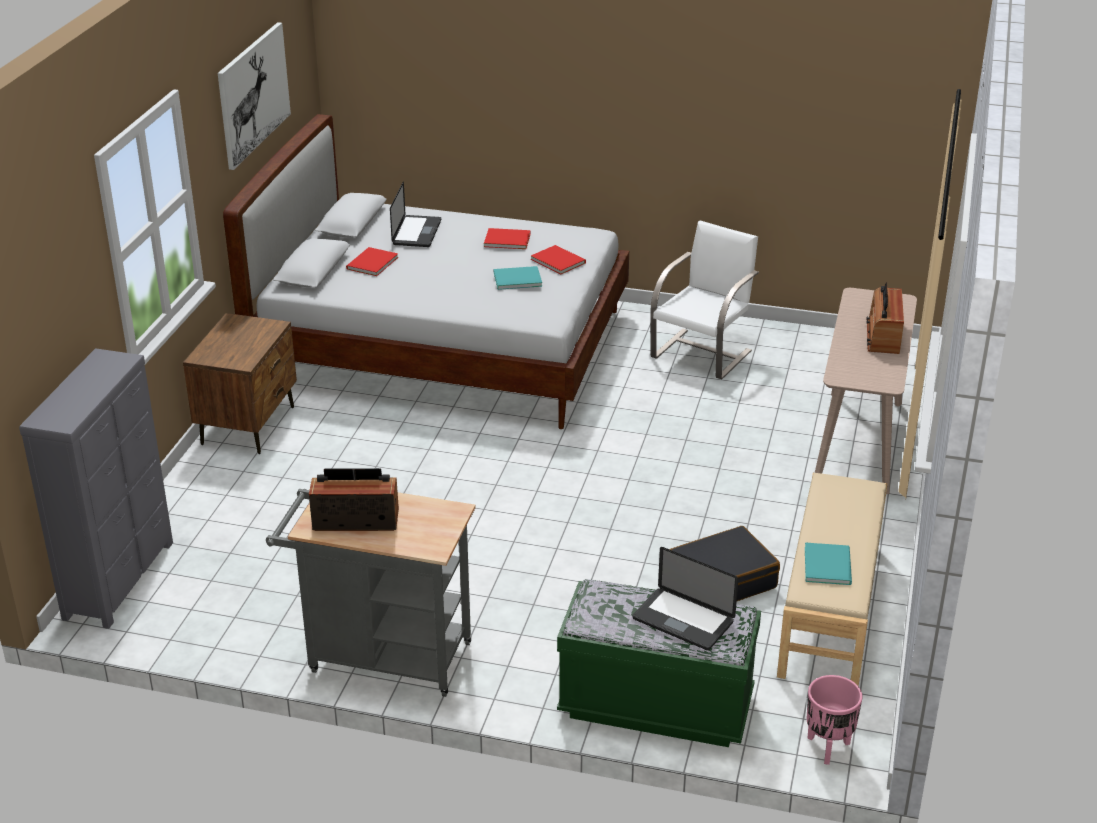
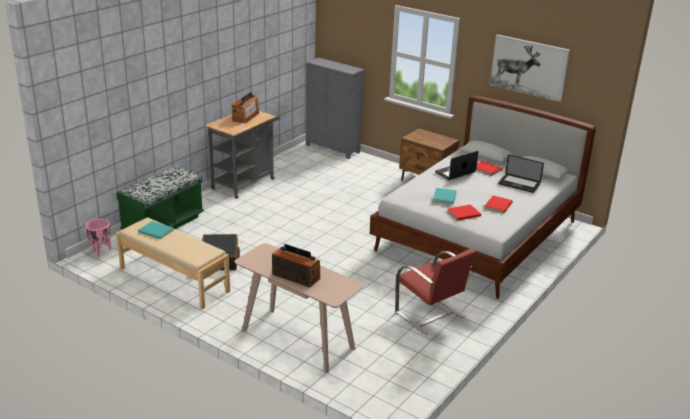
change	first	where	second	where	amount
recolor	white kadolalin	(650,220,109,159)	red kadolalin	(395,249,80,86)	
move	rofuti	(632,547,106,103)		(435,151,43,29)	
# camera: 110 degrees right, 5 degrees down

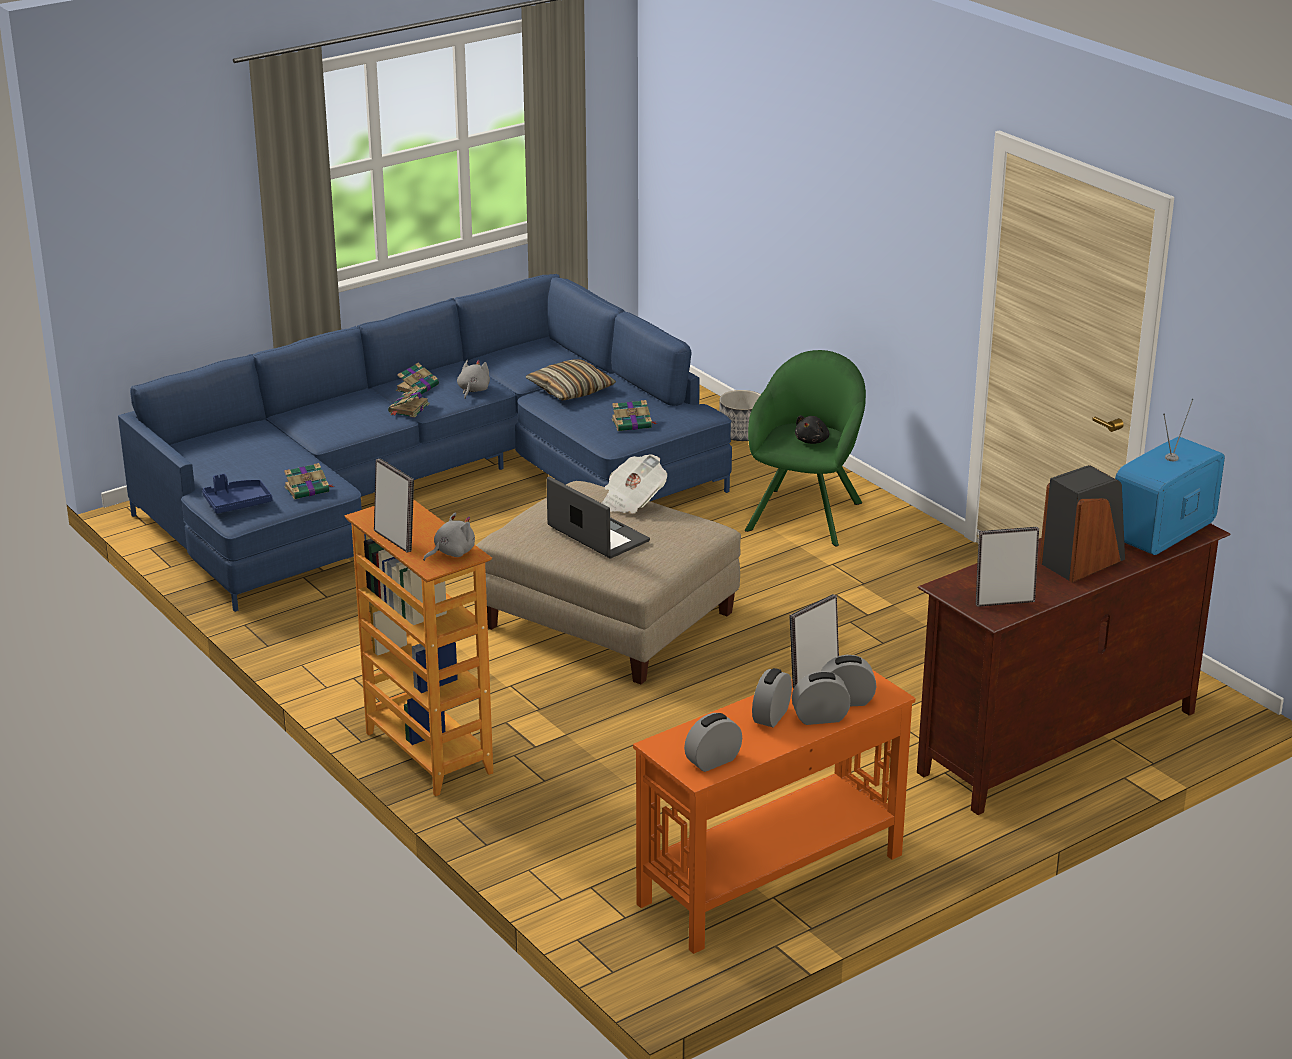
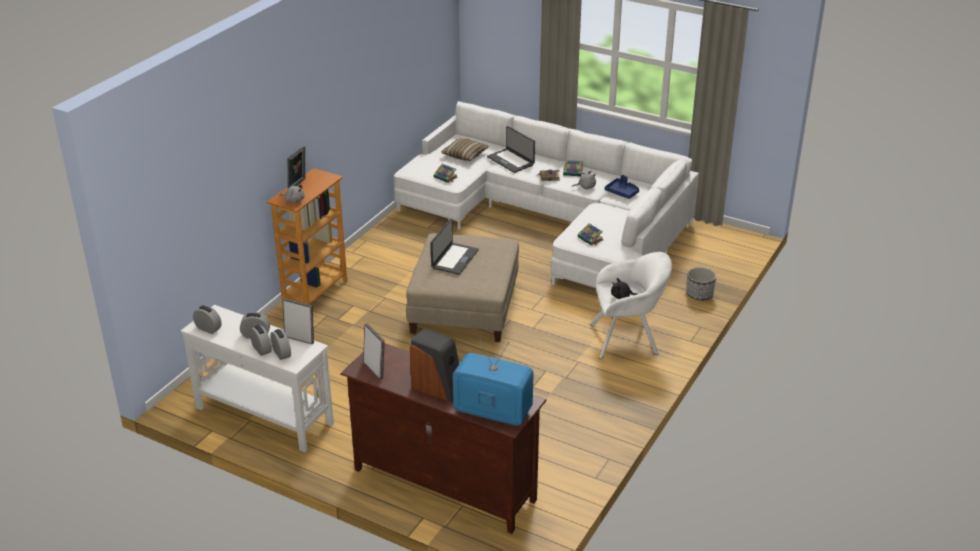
change	first	where	second	where	amount
recolor	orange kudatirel	(633,670,282,284)	white kudatirel	(181,305,153,147)	
recolor	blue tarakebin	(118,274,614,338)	white tarakebin	(394,101,305,187)	
move	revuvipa	(526,359,90,41)		(441,138,48,23)	
insert			rofuti	(487,126,48,47)	
recolor	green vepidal	(745,350,121,196)	white vepidal	(589,252,83,107)	
move	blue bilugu	(202,474,70,39)		(605,175,34,24)	
delete	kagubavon	(601,454,66,60)			
# camera: 65 degrees right, 5 degrees up

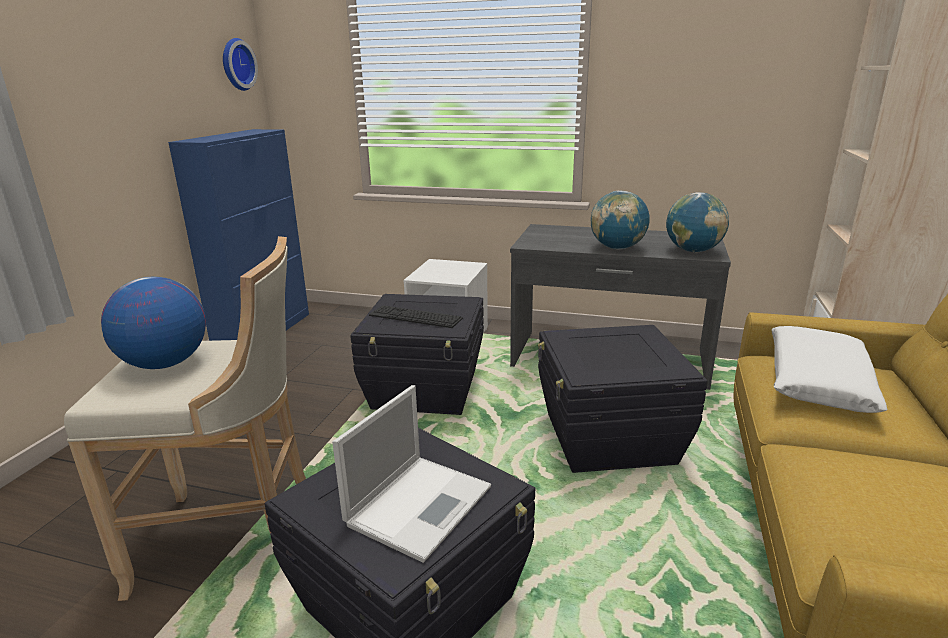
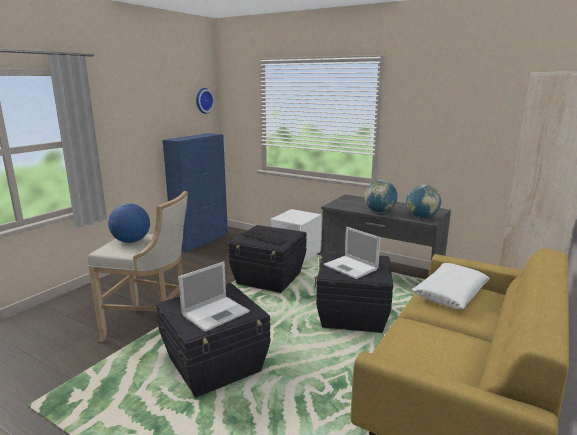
change	first	where	second	where	amount
insert			rofuti	(324,227,56,52)	
# camera: 15 degrees right, 5 degrees down

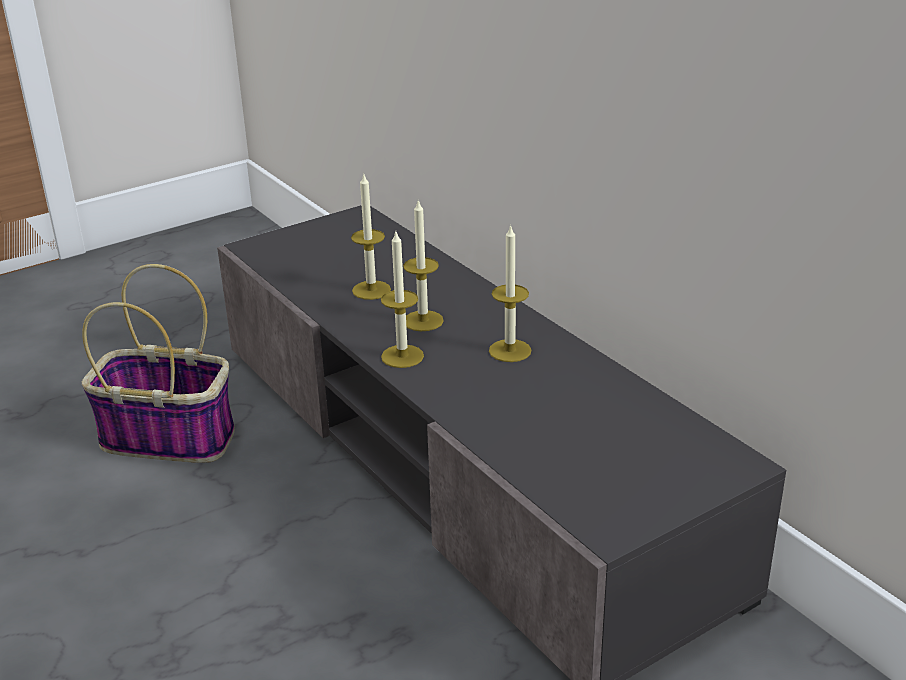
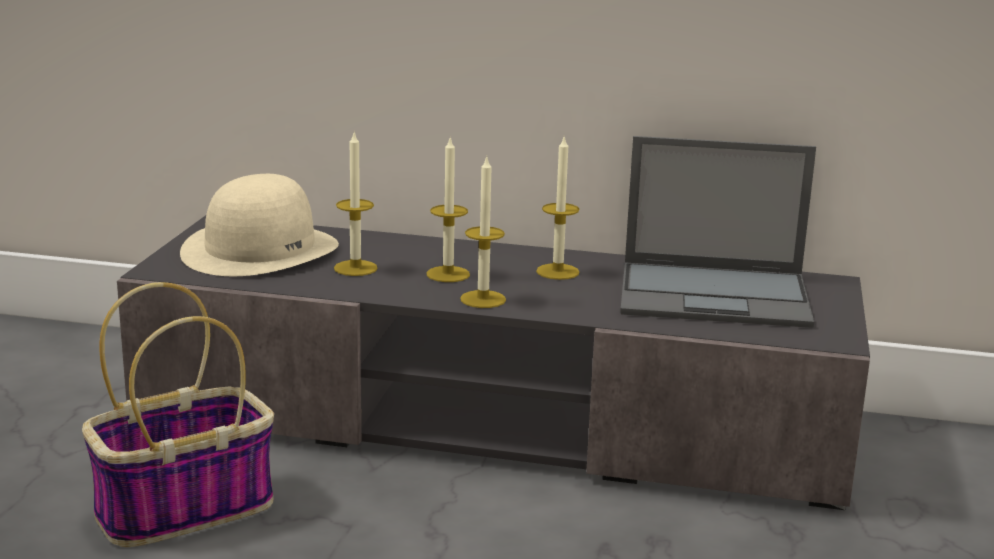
change	first	where	second	where	amount
insert			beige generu	(180,174,159,102)	
insert			rofuti	(620,136,196,192)	
# camera: 45 degrees left, 10 degrees down

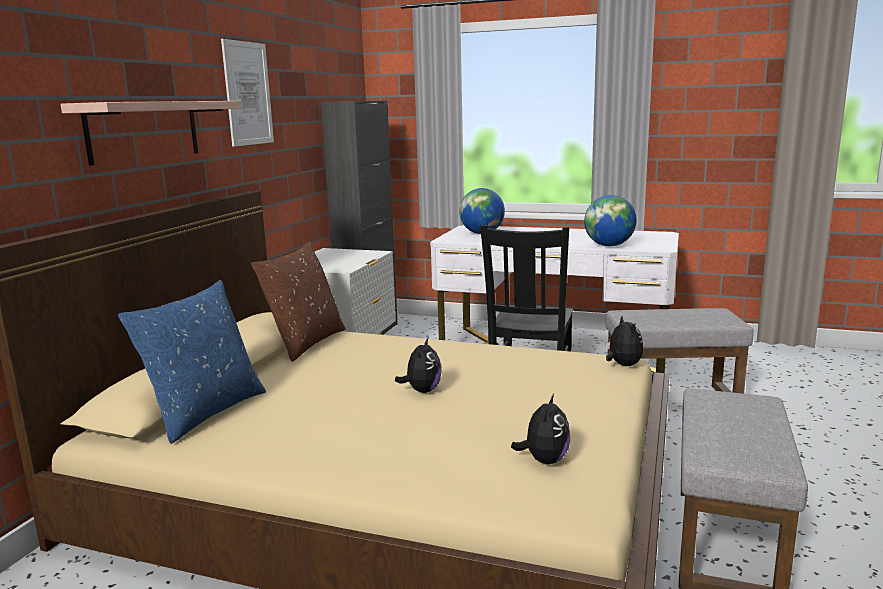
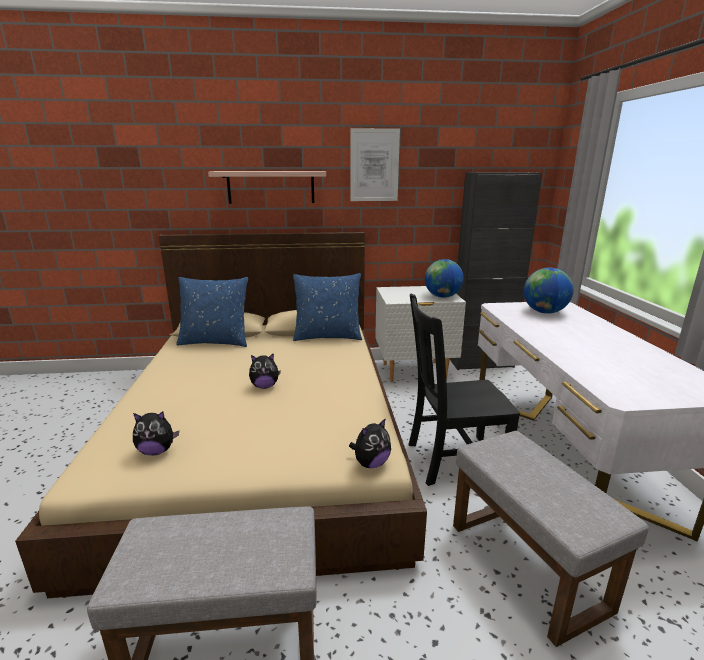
change	first	where	second	where	amount
recolor	brown revuvipa	(251,242,95,120)	blue revuvipa	(293,273,69,68)	
move	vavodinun	(584,195,53,51)		(425,259,39,39)	
# camera: 65 degrees right, 5 degrees up

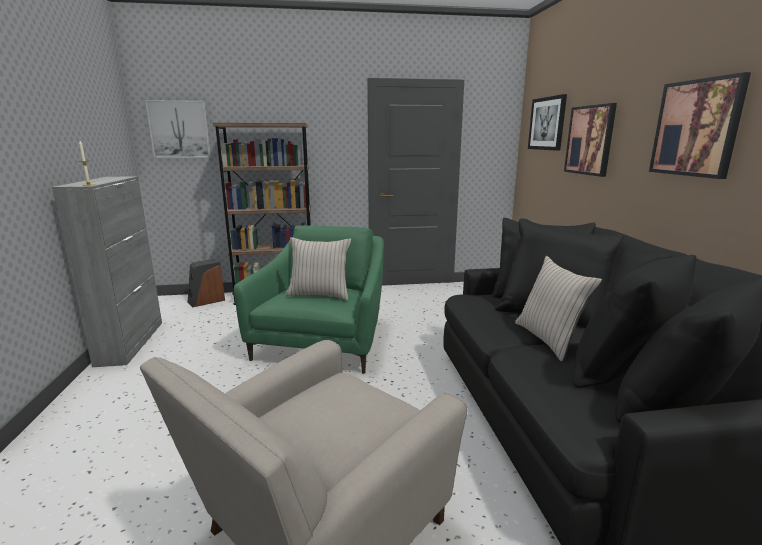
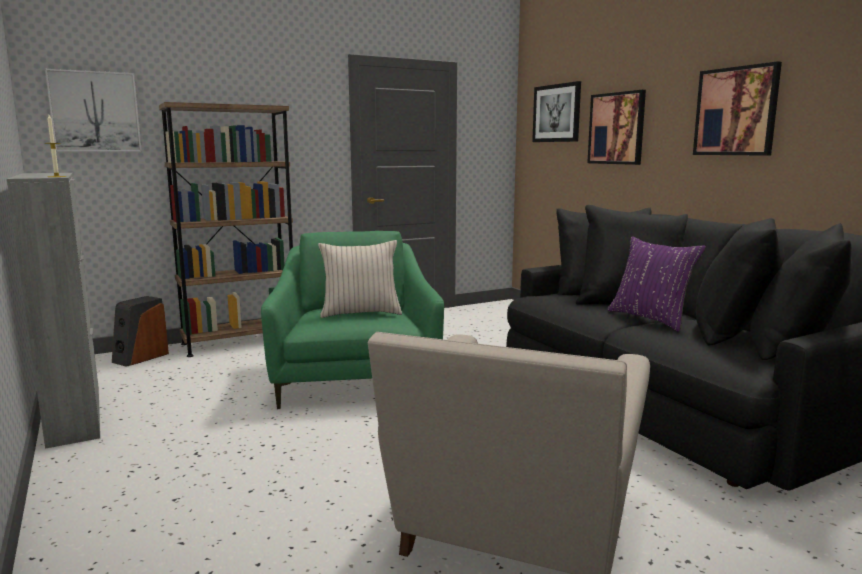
change	first	where	second	where	amount
recolor	beige revuvipa	(515,256,87,105)	purple revuvipa	(608,236,98,96)	
# camera: 20 degrees left, 5 degrees down

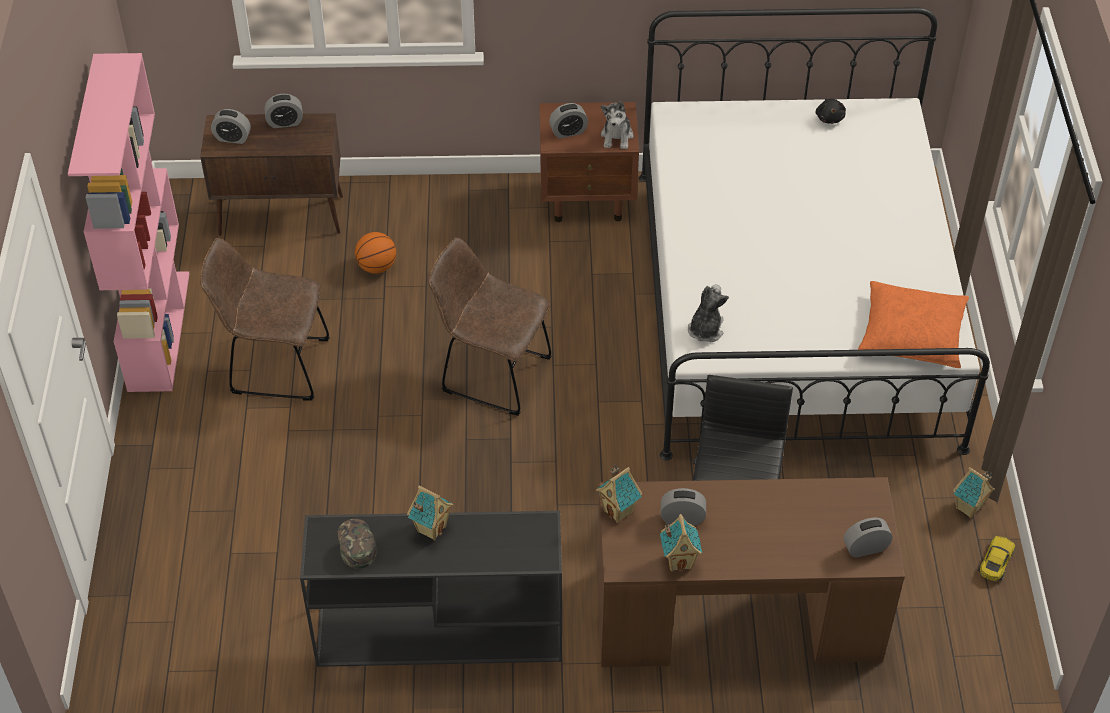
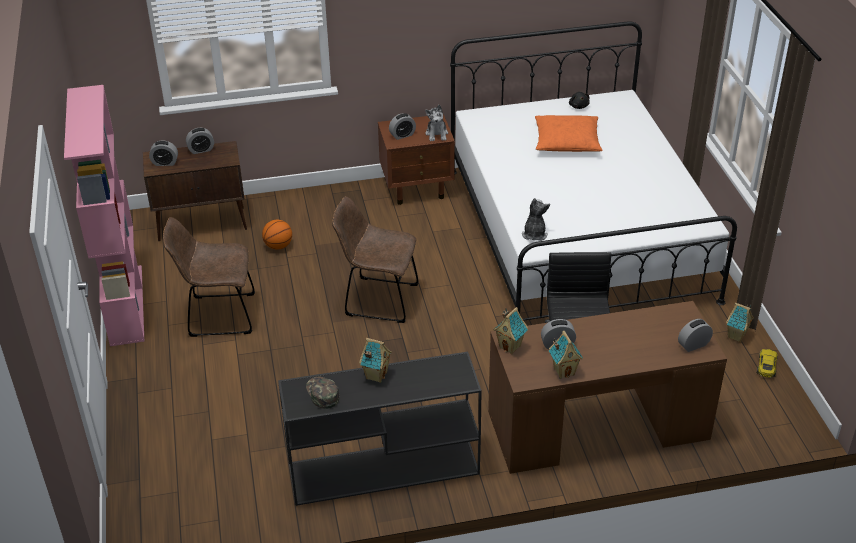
change	first	where	second	where	amount
move	orange revuvipa	(858,281,111,87)		(535,115,68,37)	
# camera: 10 degrees left, 10 degrees down

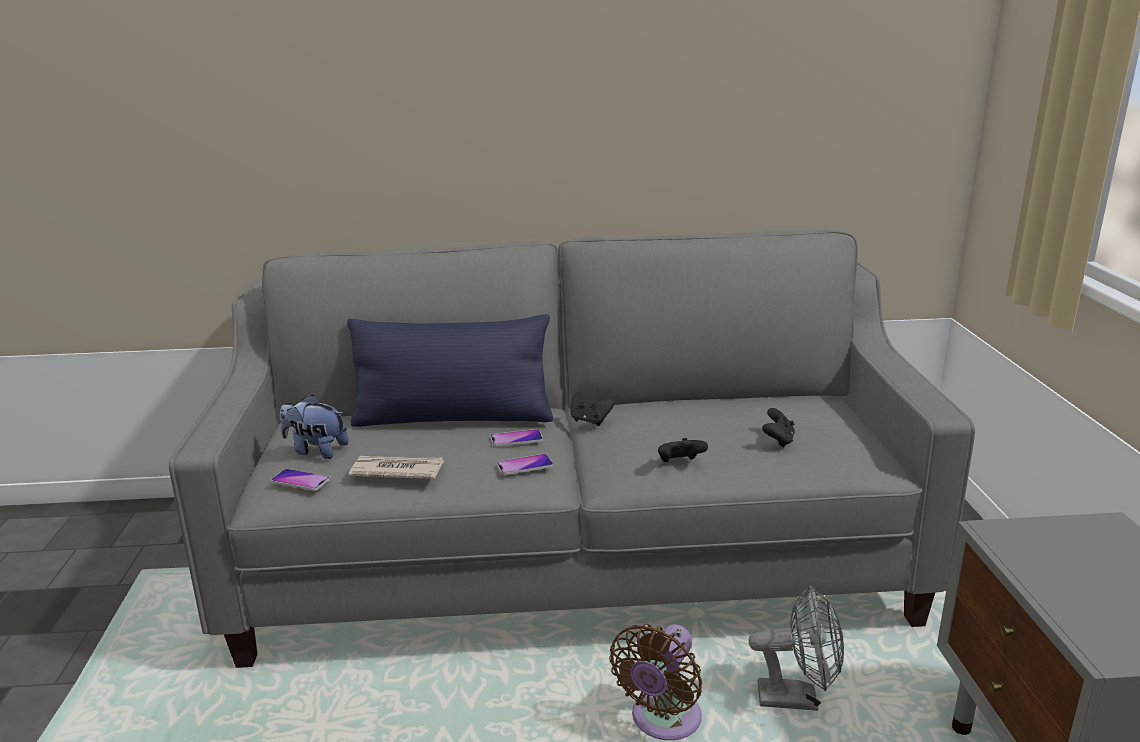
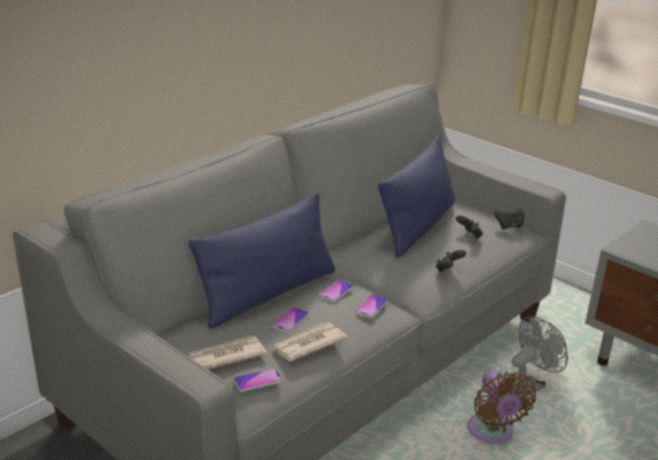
change	first	where	second	where	amount
replace	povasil	(280,395,69,64)	kagubavon	(188,335,79,34)	
insert			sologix	(272,307,37,26)	
insert			blue revuvipa	(378,136,77,122)	
move	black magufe	(571,392,43,34)		(494,208,30,22)	
# camera: 45 degrees left, 5 degrees up

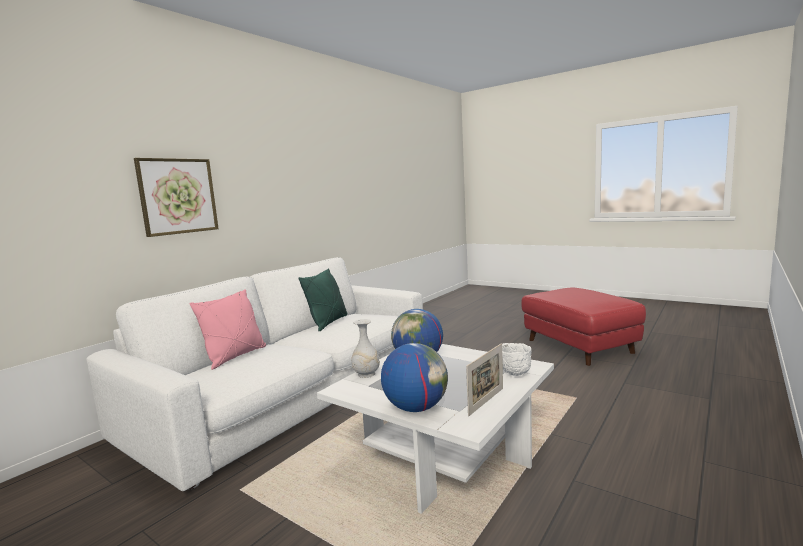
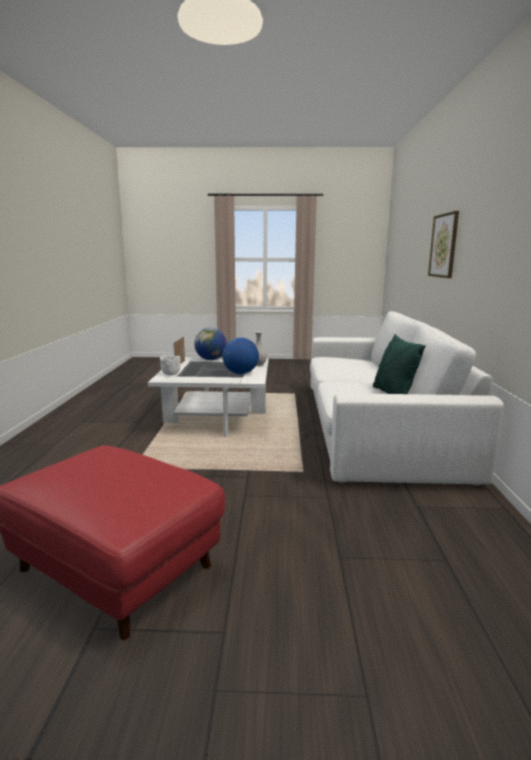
change	first	where	second	where	amount
delete	pink revuvipa	(190,289,76,81)			
# camera: 145 degrees right, 5 degrees up

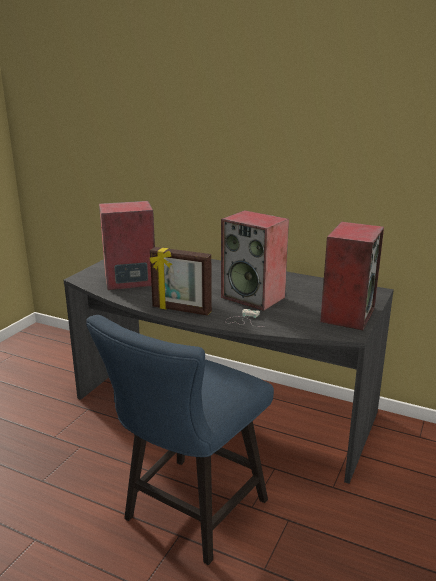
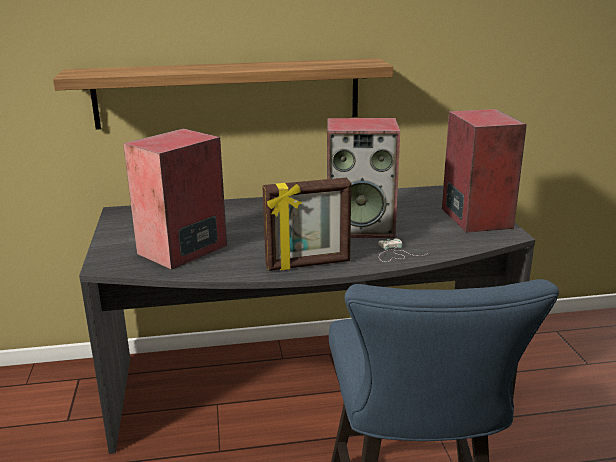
change	first	where	second	where	amount
insert			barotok	(53,58,340,72)	
# camera: 35 degrees left, 0 degrees up

